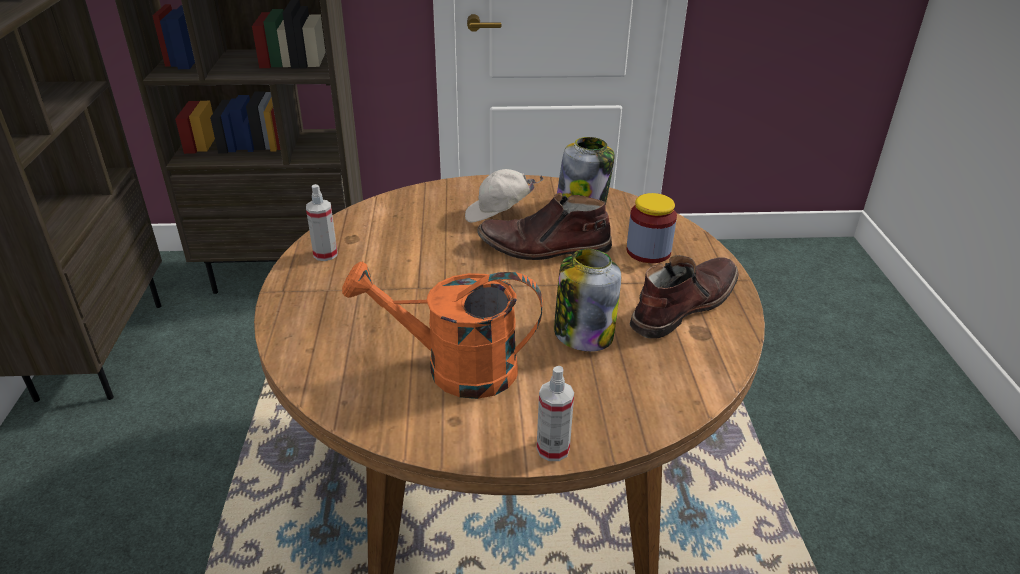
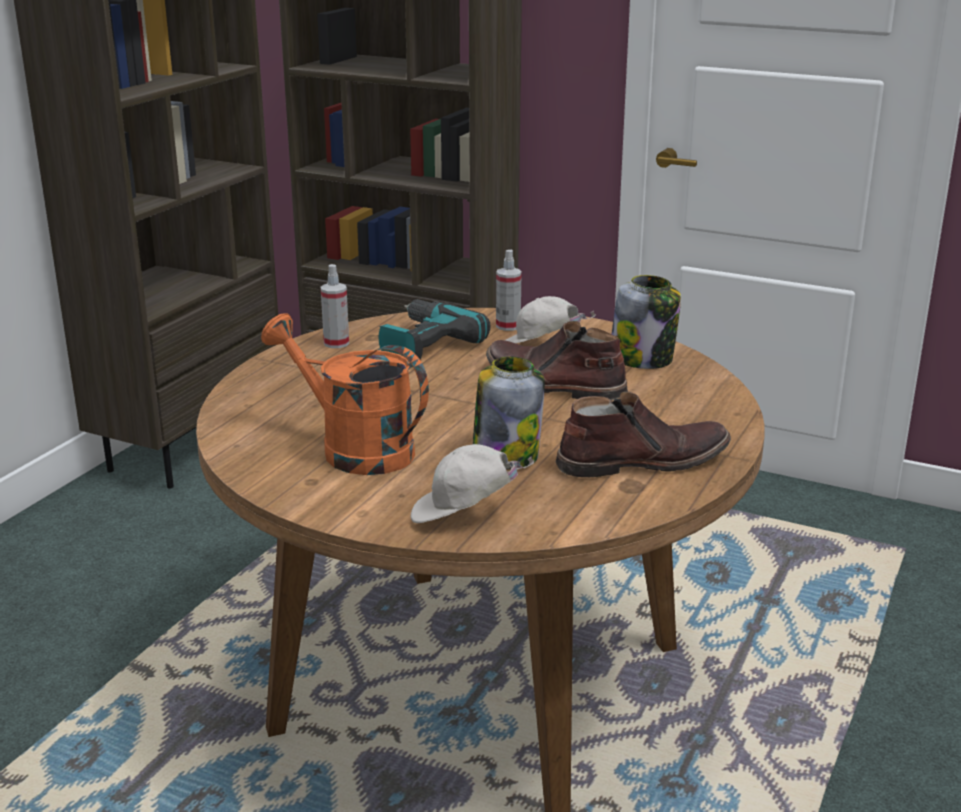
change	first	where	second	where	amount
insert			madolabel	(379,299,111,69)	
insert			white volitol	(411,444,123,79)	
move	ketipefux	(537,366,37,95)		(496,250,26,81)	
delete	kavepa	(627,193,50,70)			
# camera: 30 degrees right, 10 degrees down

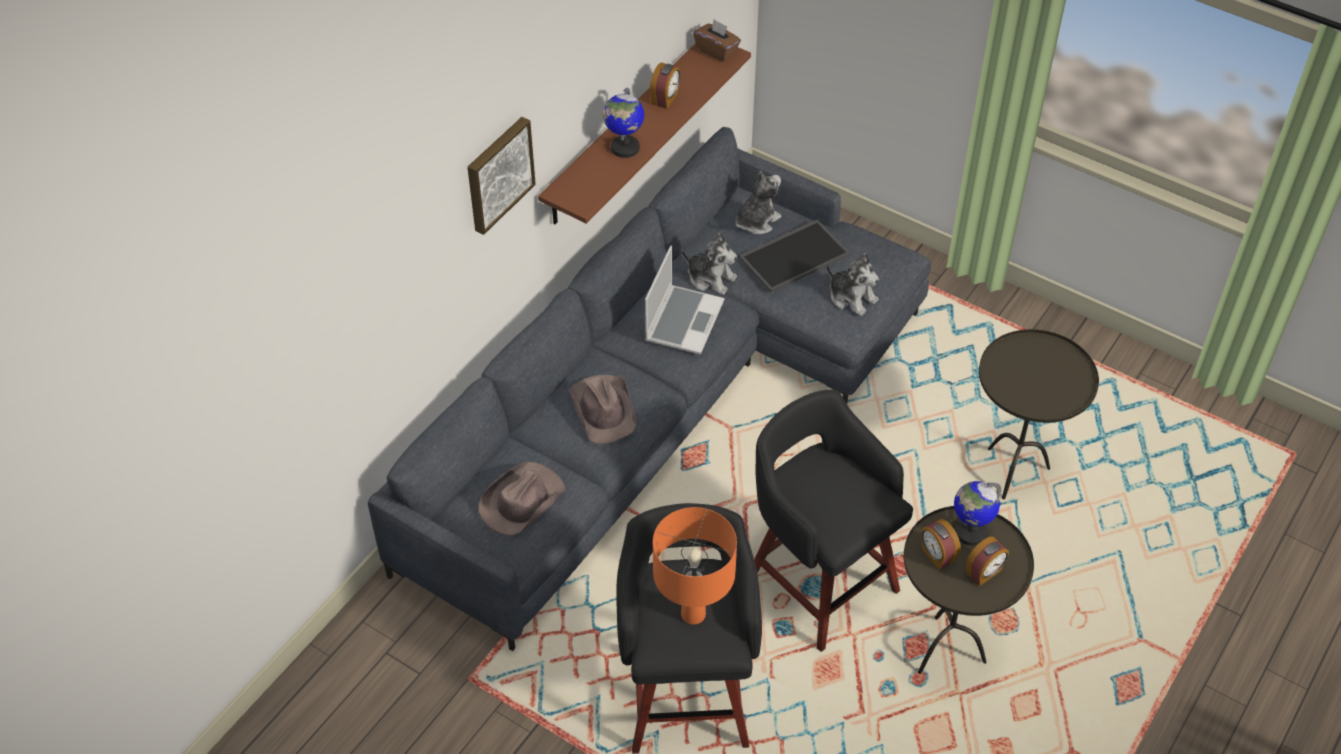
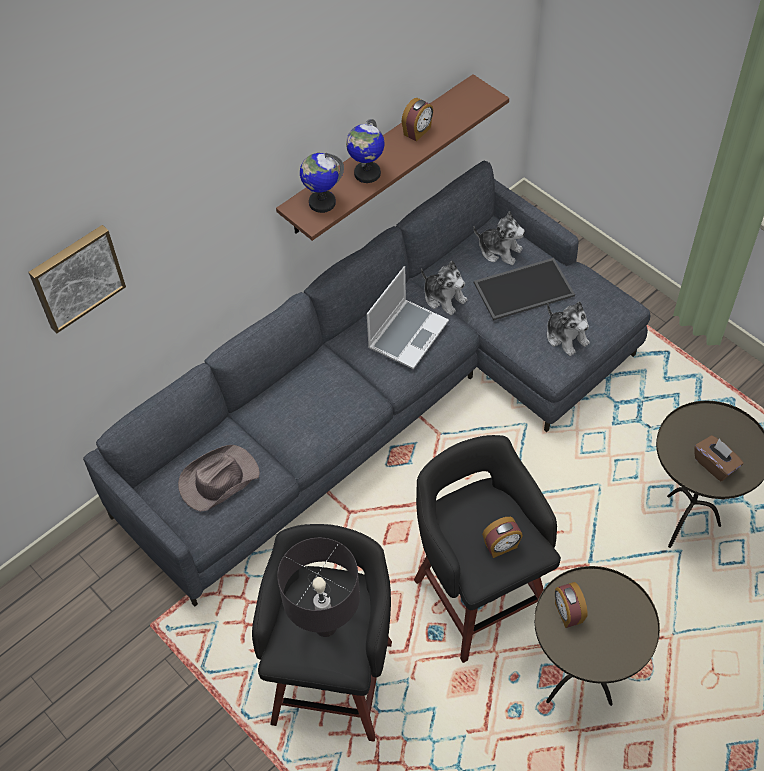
change	first	where	second	where	amount
move	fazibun	(467,117,69,118)		(28,225,98,108)	
recolor	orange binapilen	(653,507,84,118)	black binapilen	(277,538,83,99)	
move	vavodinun	(954,481,47,65)		(300,153,44,60)	
rotate	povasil	(736,171,45,63)		(473,211,52,54)	60 degrees clockwise
move	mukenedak	(966,536,43,50)		(482,517,41,41)	
move	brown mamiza	(693,19,48,43)		(694,435,50,46)	
delete	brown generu	(569,375,67,69)			
# camera: 15 degrees right, 5 degrees up

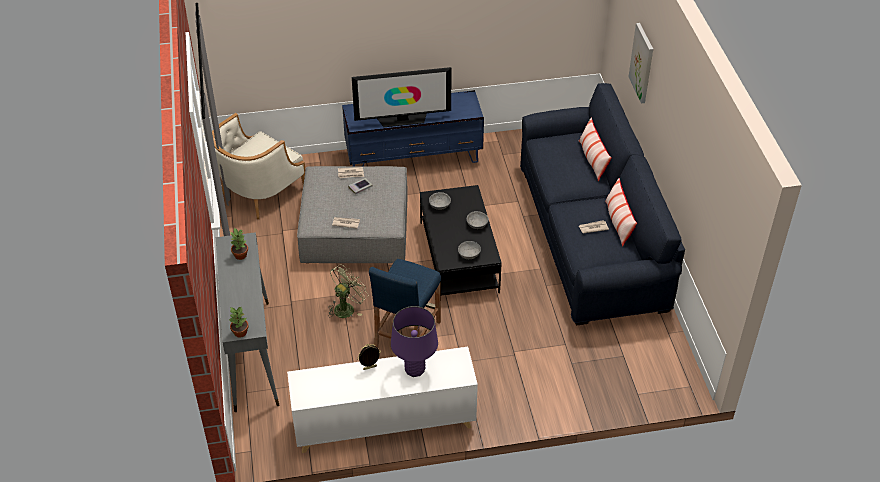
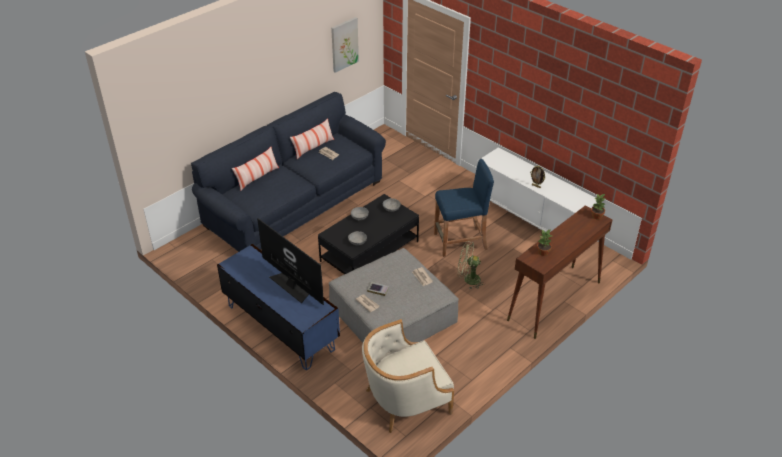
change	first	where	second	where	amount
move	fazibun	(628,23,25,81)		(331,17,28,56)	
rotate	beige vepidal	(212,113,93,106)		(362,319,92,114)	150 degrees clockwise
recolor	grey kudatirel	(216,232,63,180)	brown kudatirel	(507,205,105,134)	
delete	purple binapilen	(391,306,47,71)			
# camera: 125 degrees left, 5 degrees down

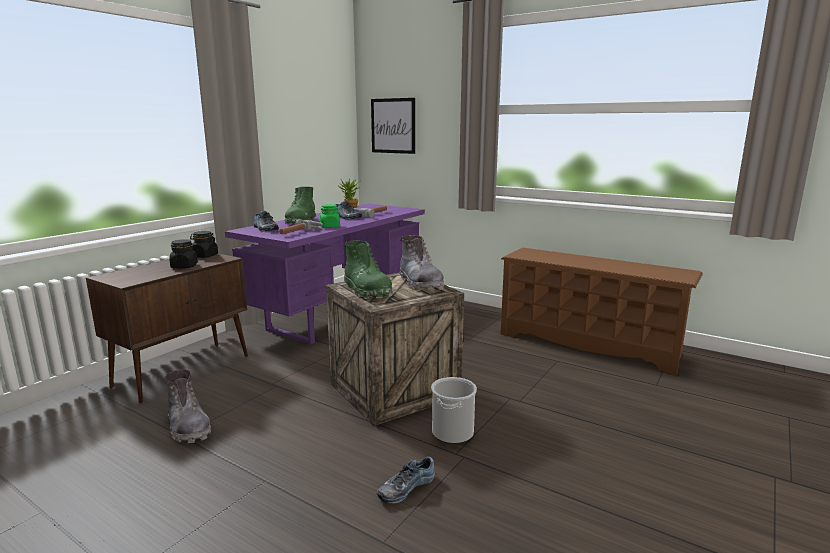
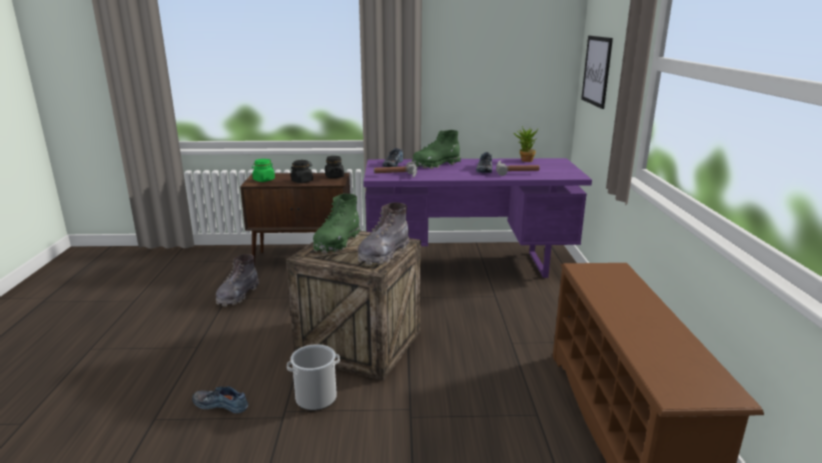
change	first	where	second	where	amount
move	green kavepa	(320,204,20,24)		(252,159,23,23)	
# camera: 55 degrees right, 5 degrees up

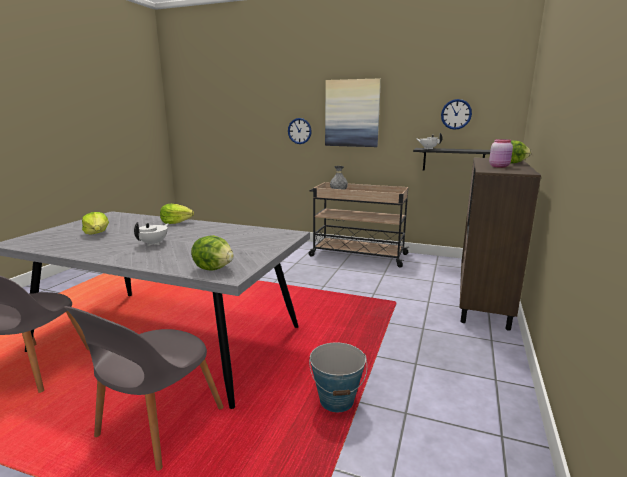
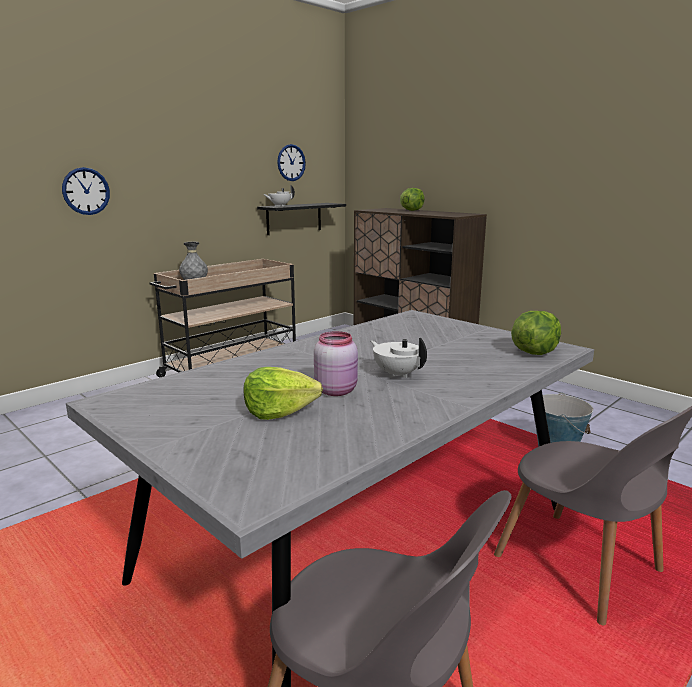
change	first	where	second	where	amount
move	pink kavepa	(489,139,24,29)		(314,331,44,65)	
delete	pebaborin	(160,204,34,20)			
delete	fazibun	(325,78,56,69)			
# camera: 65 degrees left, 0 degrees up

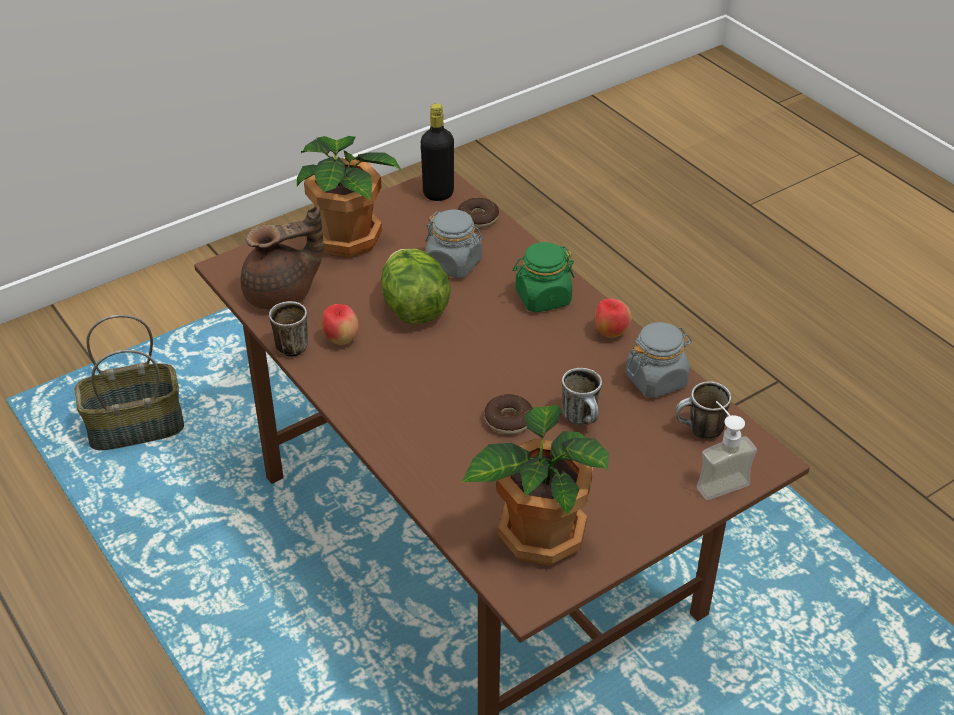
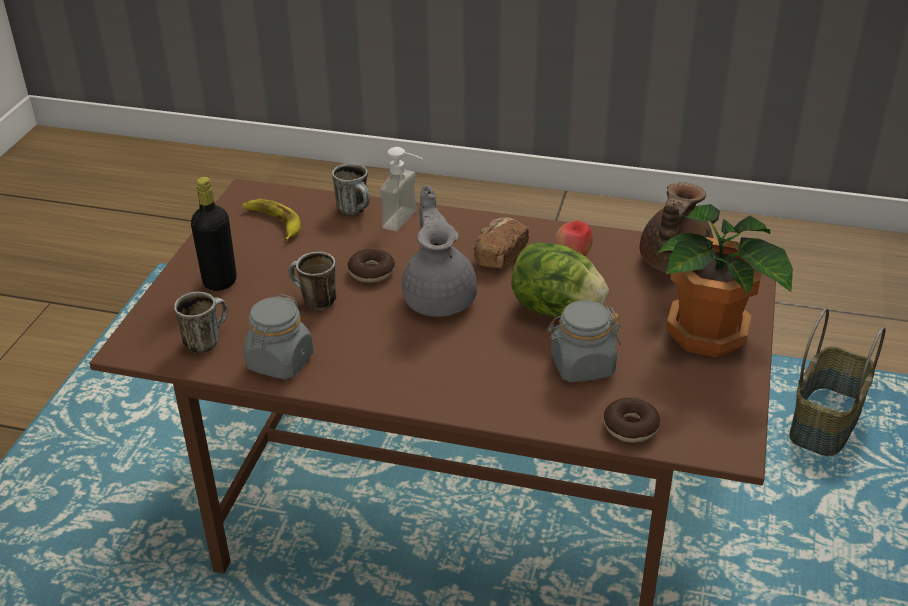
change	first	where	second	where	amount
move	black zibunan	(421,103,33,98)		(191,177,46,114)	
replace	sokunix	(462,405,147,161)	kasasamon	(242,199,59,42)	
move	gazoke	(269,301,40,56)		(332,163,38,52)	
move	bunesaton	(697,401,60,99)		(380,147,43,84)	
insert			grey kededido	(402,185,75,132)	
insert			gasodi	(473,217,56,51)	
delete	green kavepa	(513,242,62,70)			
delete	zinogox	(595,299,36,39)			
# camera: 140 degrees right, 5 degrees down

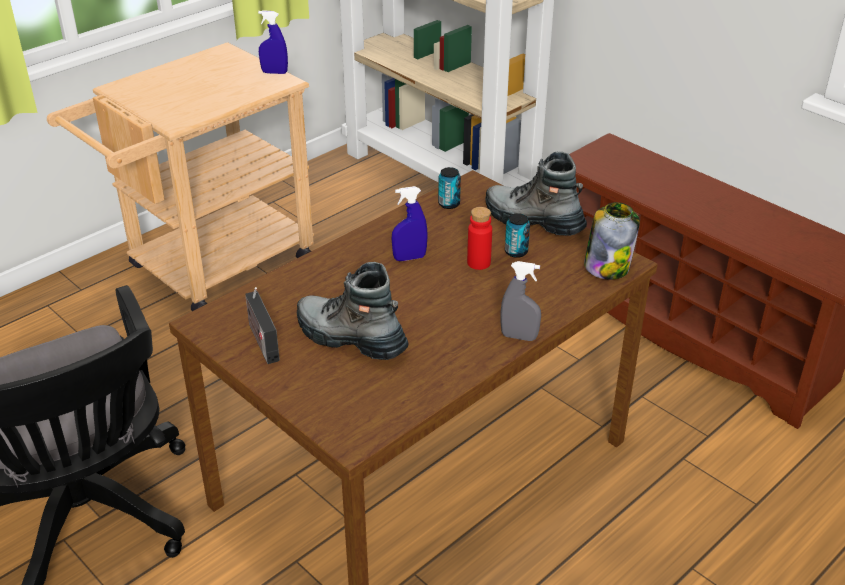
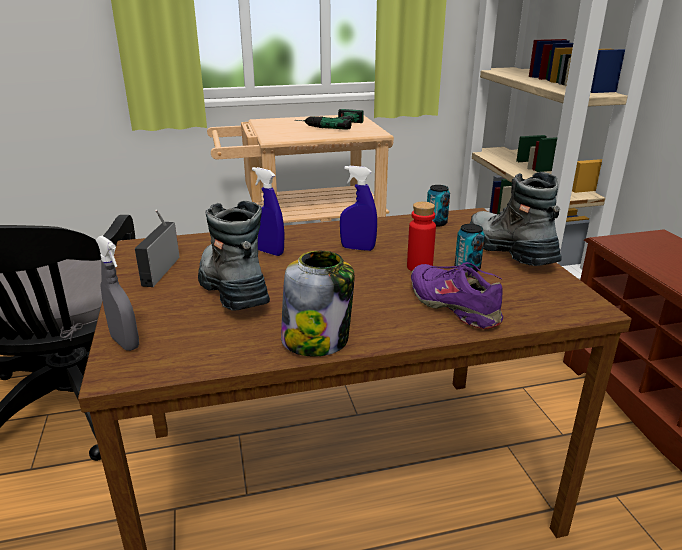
change	first	where	second	where	amount
move	grey ketipefux	(500,261,41,80)		(96,236,43,115)	
move	blue ketipefux	(258,10,30,64)		(252,167,32,89)	
move	kavepa	(584,202,56,78)		(281,251,74,106)	
insert			madolabel	(295,109,69,21)	
insert			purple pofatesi	(411,262,92,67)	
# camera: 30 degrees right, 10 degrees down

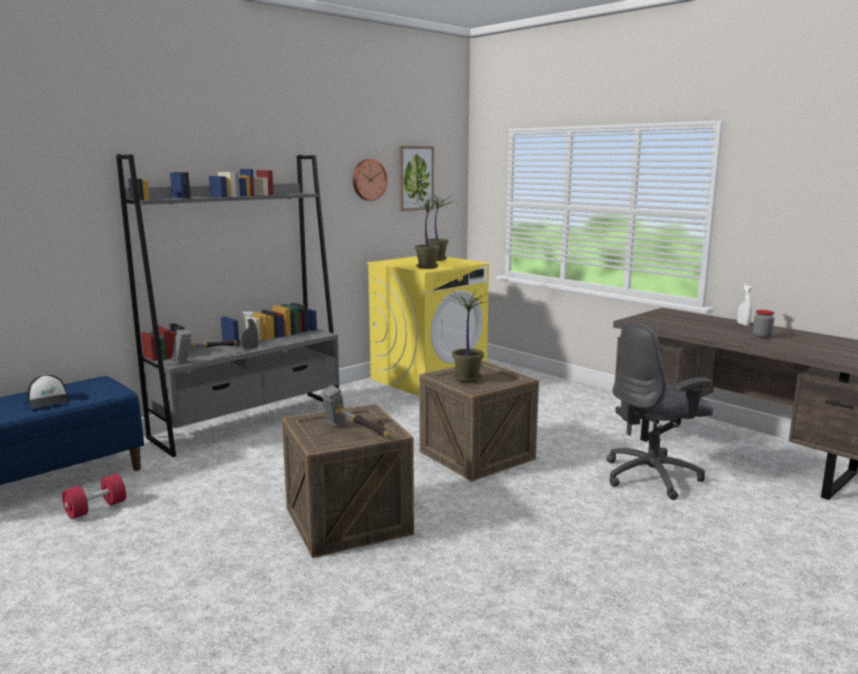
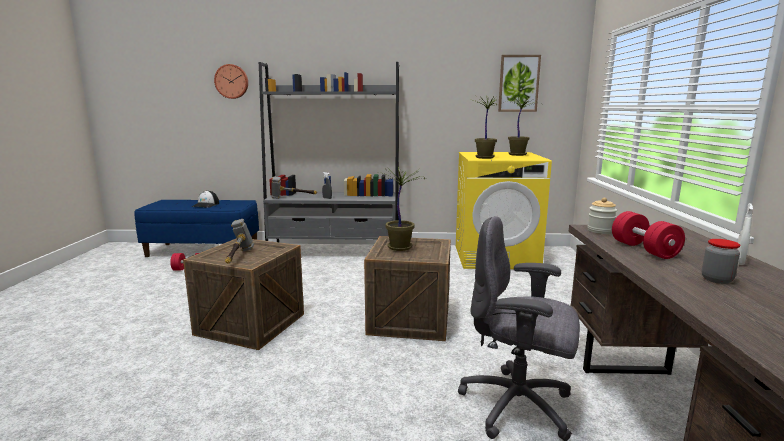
change	first	where	second	where	amount
move	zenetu	(353,159,35,42)		(214,64,34,35)	
insert			kavepa	(587,198,30,36)	
insert			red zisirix	(612,211,73,48)	
# camera: 45 degrees right, 0 degrees up

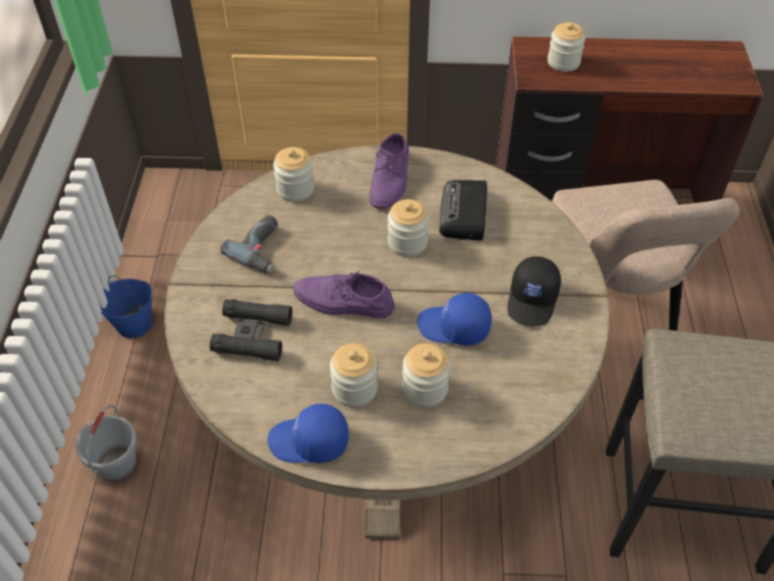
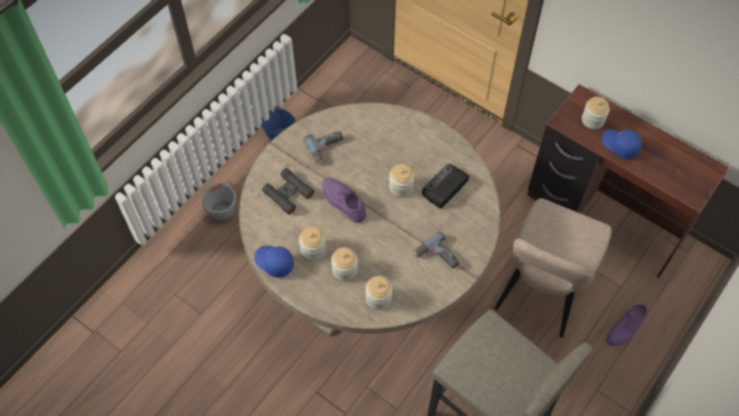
change	first	where	second	where	amount
move	kavepa	(273,147,41,55)		(365,276,27,34)	
replace	black volitol	(508,256,53,71)	madolabel	(414,231,45,37)	
move	blue volitol	(417,293,75,52)		(602,129,40,30)	
move	purple pofatesi	(369,133,40,76)		(606,304,42,42)	
# camera: 35 degrees right, 10 degrees up

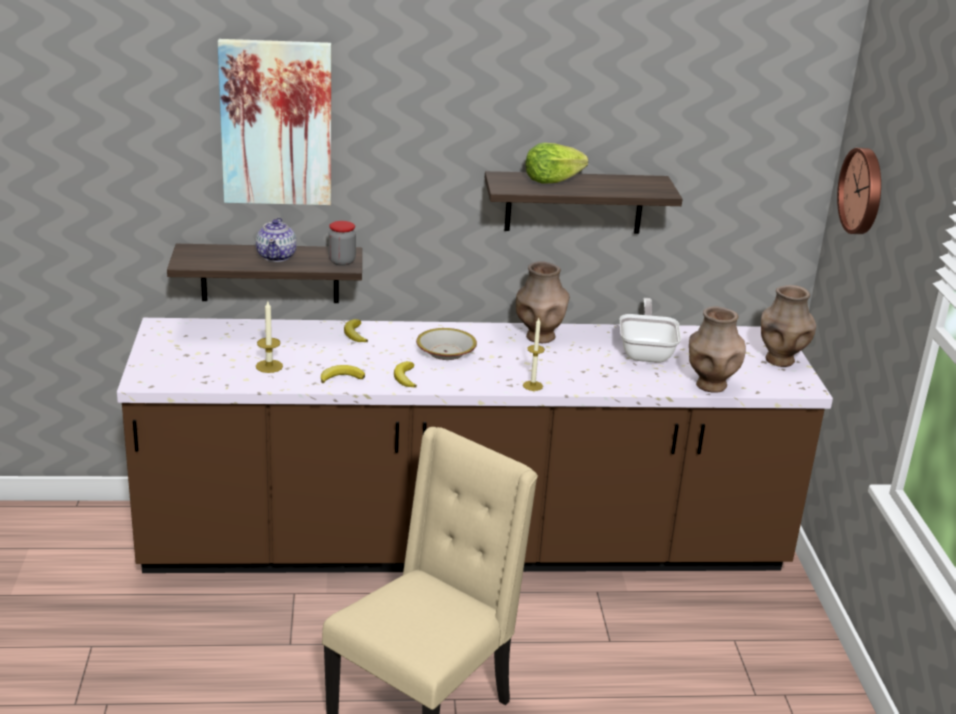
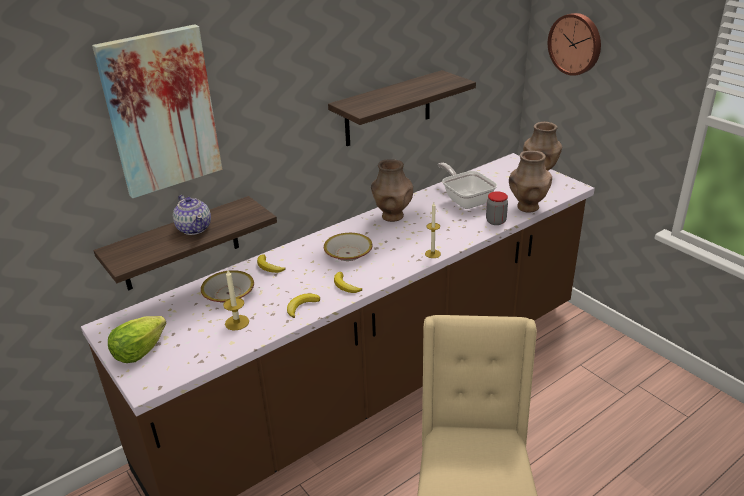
change	first	where	second	where	amount
move	pebaborin	(526,143,62,40)		(108,316,59,47)	
insert			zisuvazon	(201,270,53,33)	
move	kavepa	(328,221,28,45)		(486,191,22,34)	
# camera: 30 degrees left, 5 degrees up

